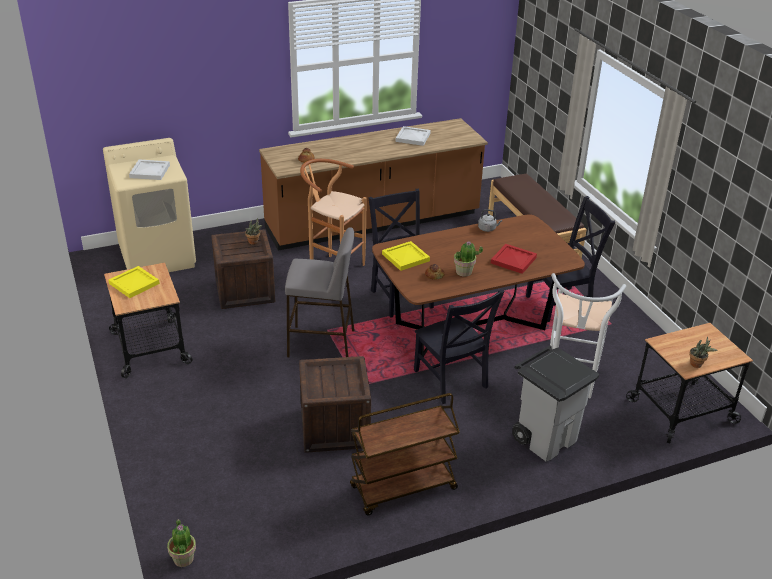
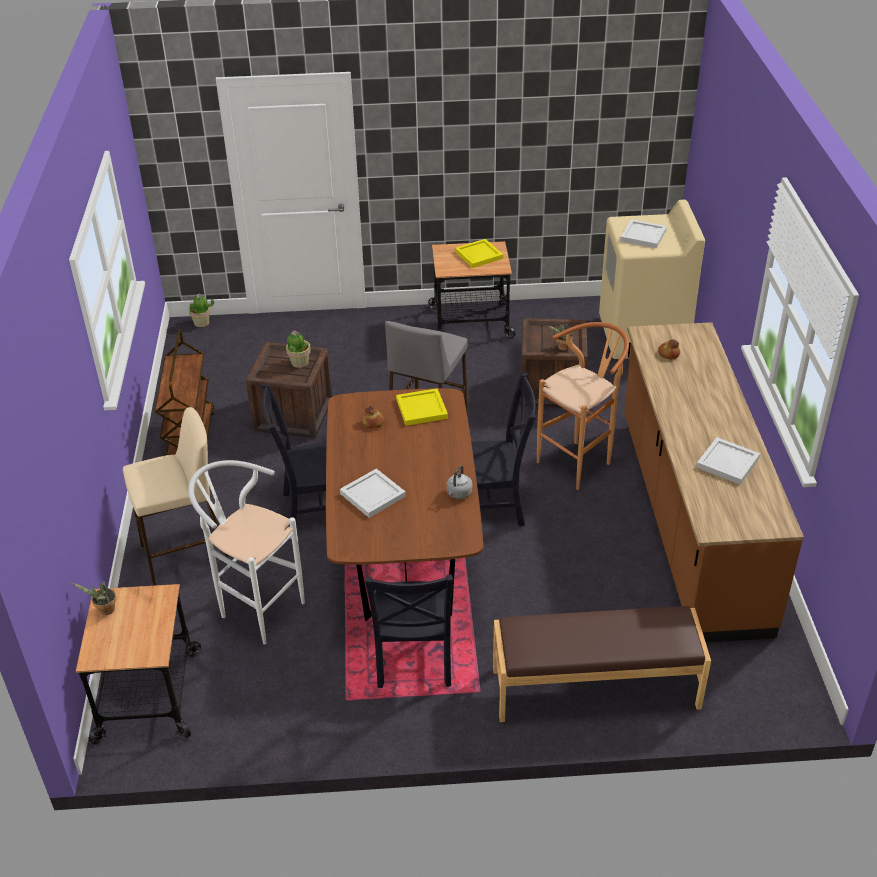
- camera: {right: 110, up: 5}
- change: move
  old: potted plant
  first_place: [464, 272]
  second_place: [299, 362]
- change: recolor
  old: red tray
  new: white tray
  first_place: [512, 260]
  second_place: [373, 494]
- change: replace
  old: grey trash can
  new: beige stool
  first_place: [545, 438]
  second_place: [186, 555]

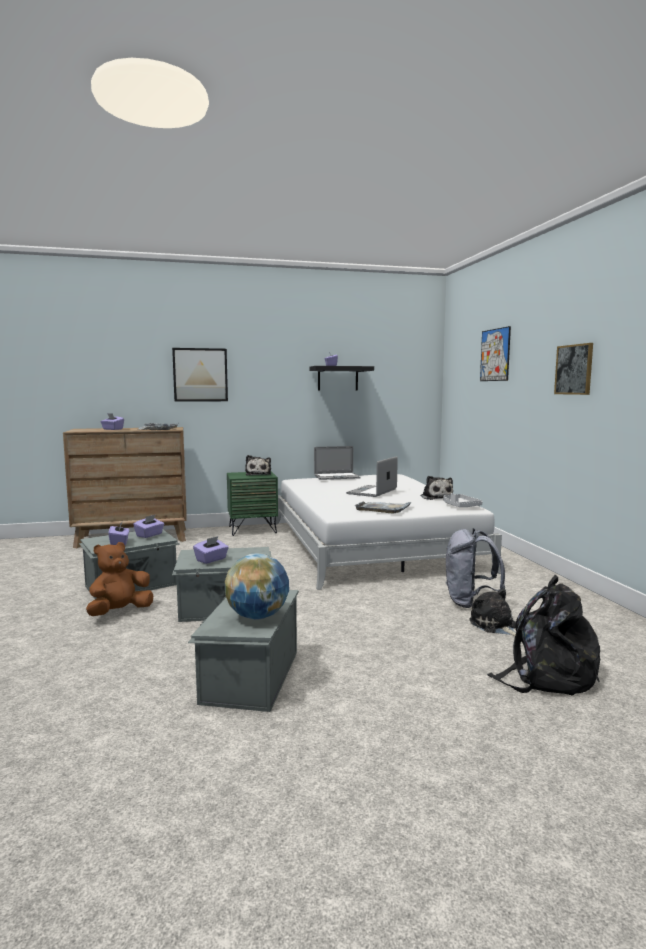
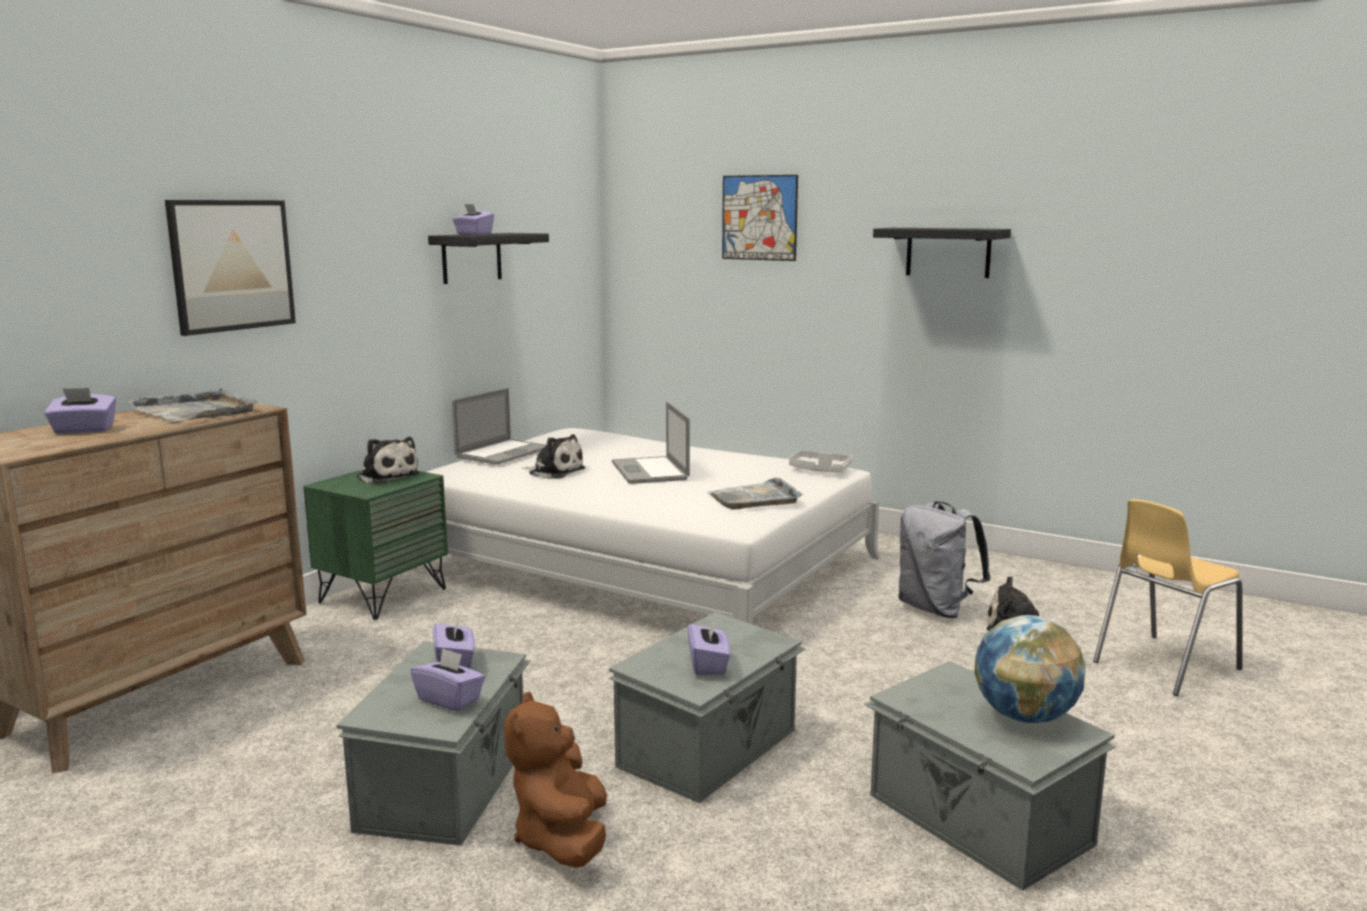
- camera: {right: -45, up: 5}
- change: replace
  old: picture
  new: black shelf
  first_place: [574, 369]
  second_place: [948, 252]
- change: move
  old: plush toy
  first_place: [436, 497]
  second_place: [554, 472]
- change: replace
  old: black backpack
  new: yellow chair
  first_place: [546, 675]
  second_place: [1163, 665]

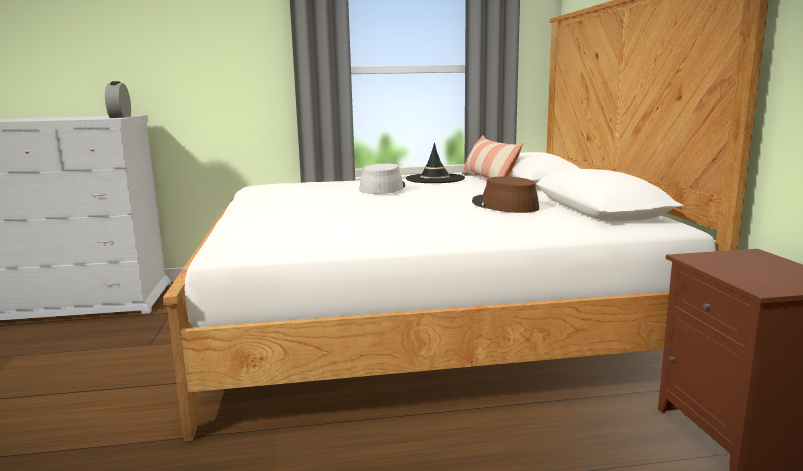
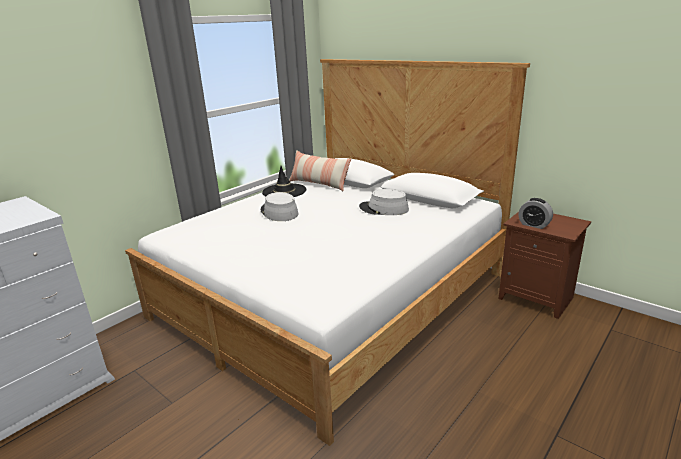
- camera: {right: -40, up: 10}
- change: move
  old: alarm clock
  first_place: [120, 117]
  second_place: [534, 225]
- change: recolor
  old: brown hat
  new: grey hat
  first_place: [504, 205]
  second_place: [383, 209]

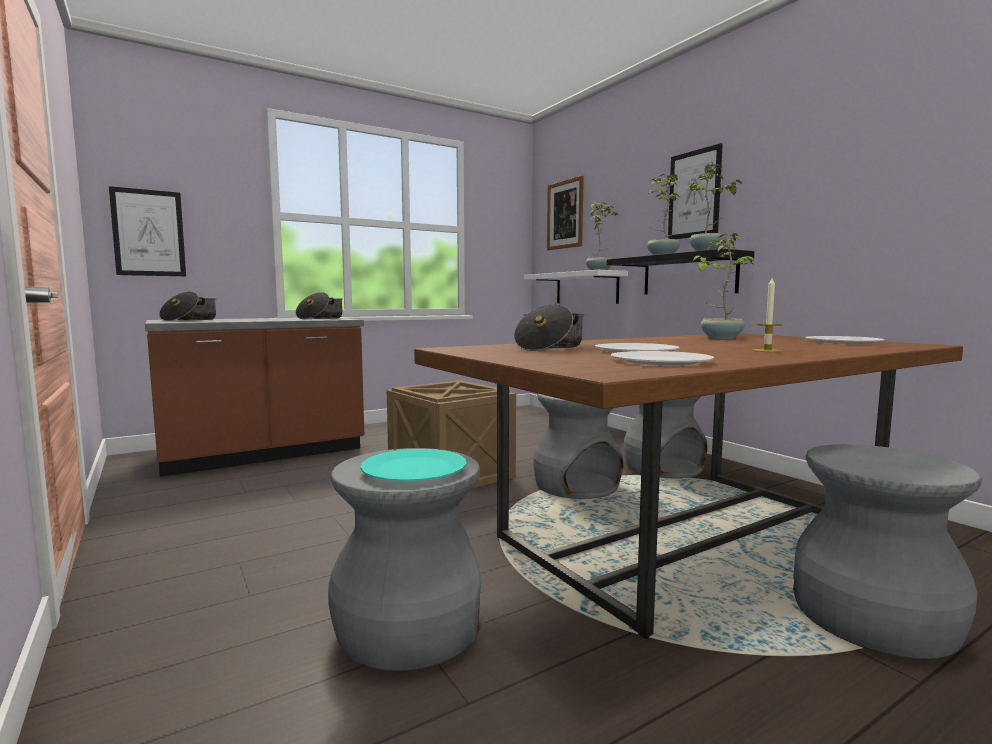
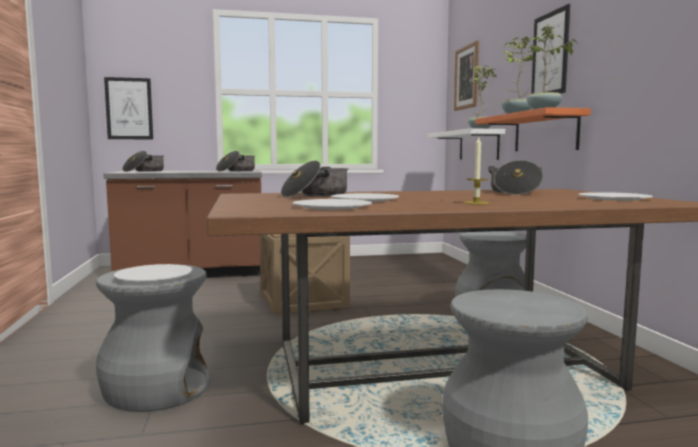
- camera: {right: 20, up: 0}
- change: replace
  old: potted plant
  new: cooking pot
  first_place: [720, 338]
  second_place: [514, 192]
- change: recolor
  old: black shelf
  new: orange shelf
  first_place: [688, 275]
  second_place: [545, 132]
- change: delete
  old: grey stool
  first_place: [576, 485]
- change: recolor
  old: turquoise plate
  new: white plate
  first_place: [414, 468]
  second_place: [154, 275]

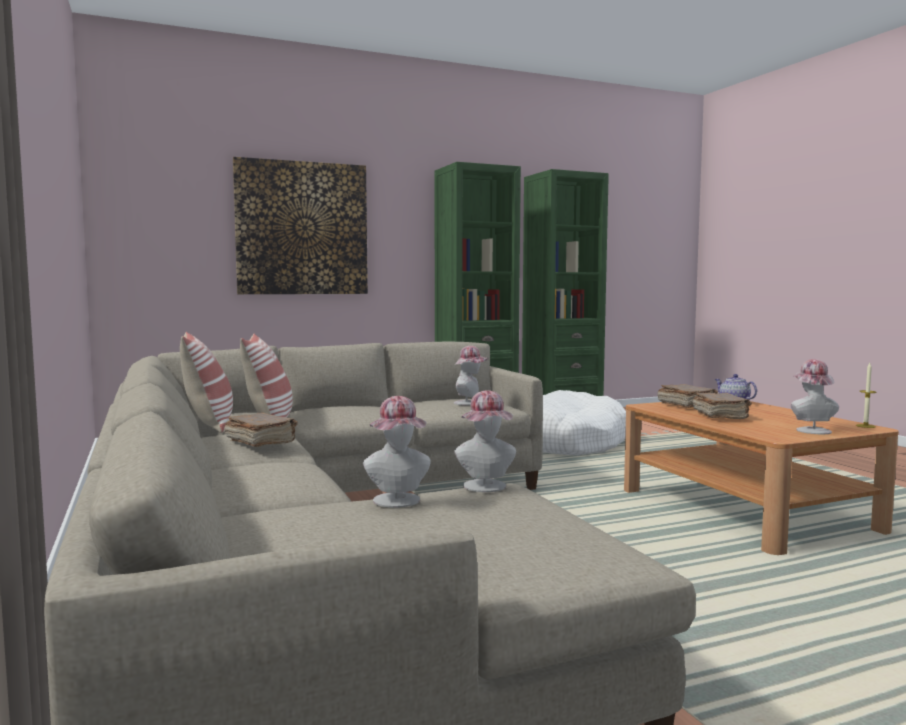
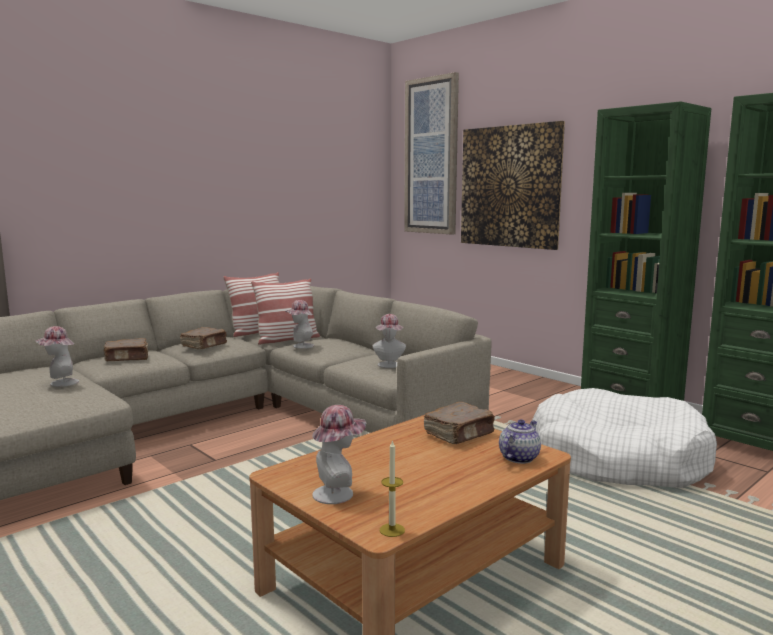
- camera: {right: 70, up: 5}
- change: move
  old: hat
  first_place: [486, 487]
  second_place: [301, 346]
- change: move
  old: brown book
  first_place: [720, 416]
  second_place: [127, 358]
- change: insert
  new: picture
  second_place: [431, 156]

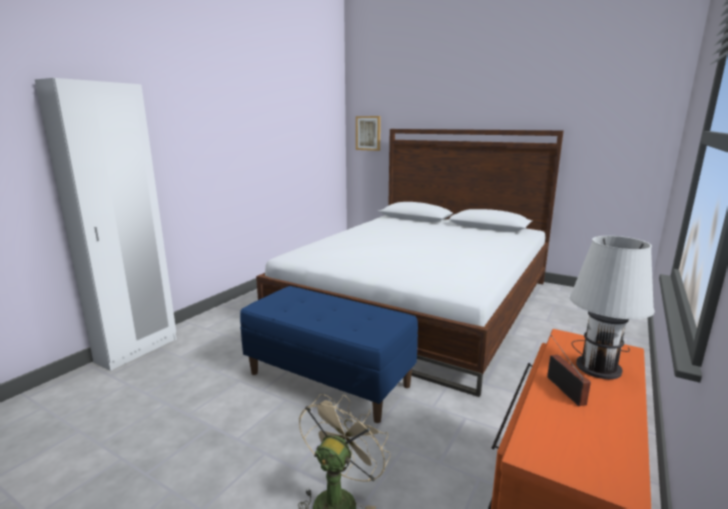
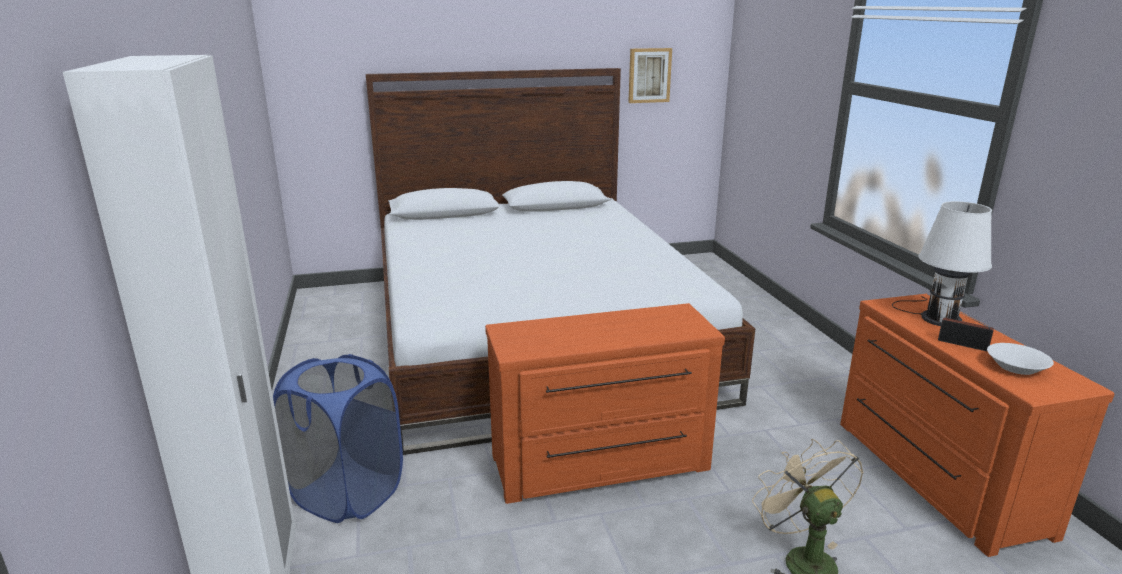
- camera: {right: -45, up: 5}
- change: move
  old: picture
  first_place: [368, 133]
  second_place: [649, 75]
- change: replace
  old: blue bench
  new: orange dresser
  first_place: [329, 379]
  second_place: [601, 465]
- change: insert
  new: white bowl
  second_place: [1016, 367]
- change: insert
  new: blue laundry basket
  second_place: [347, 494]

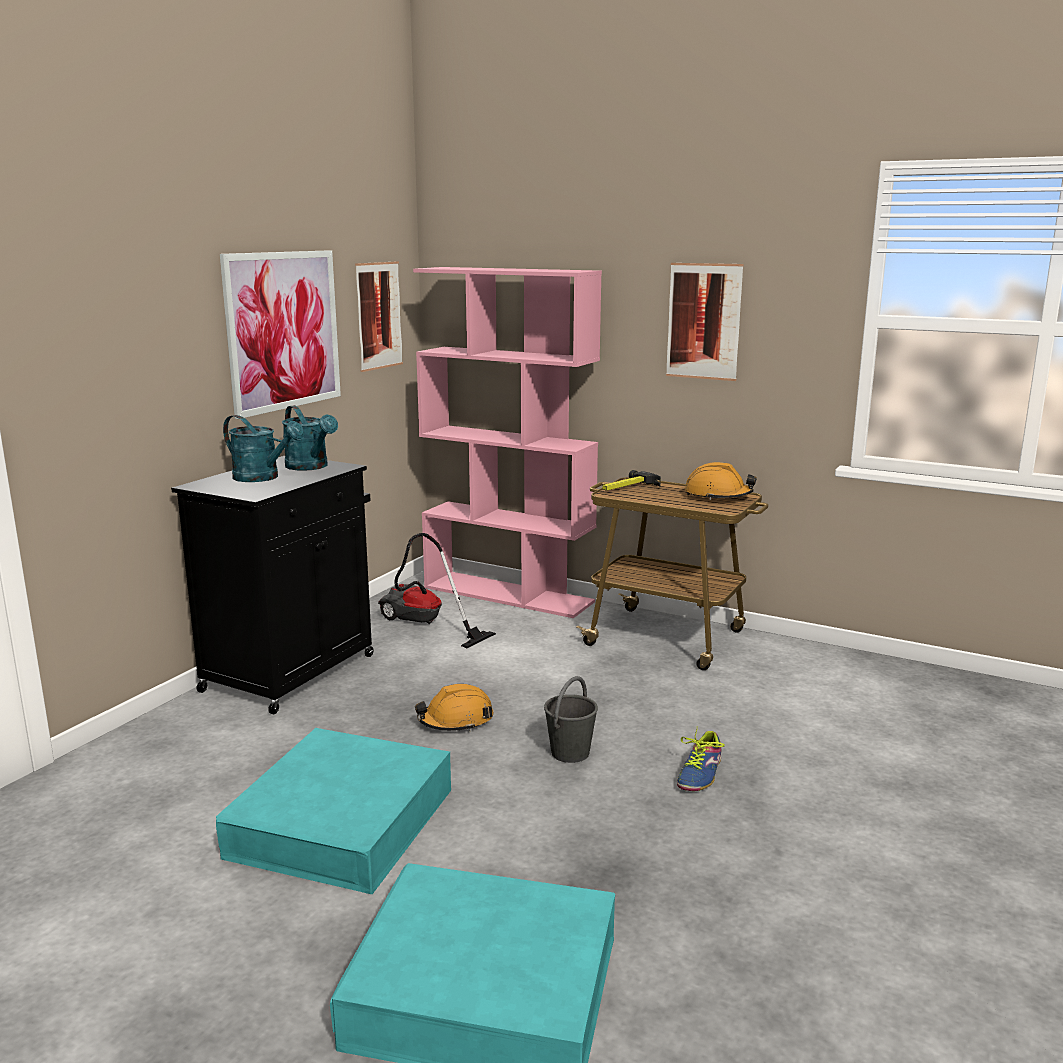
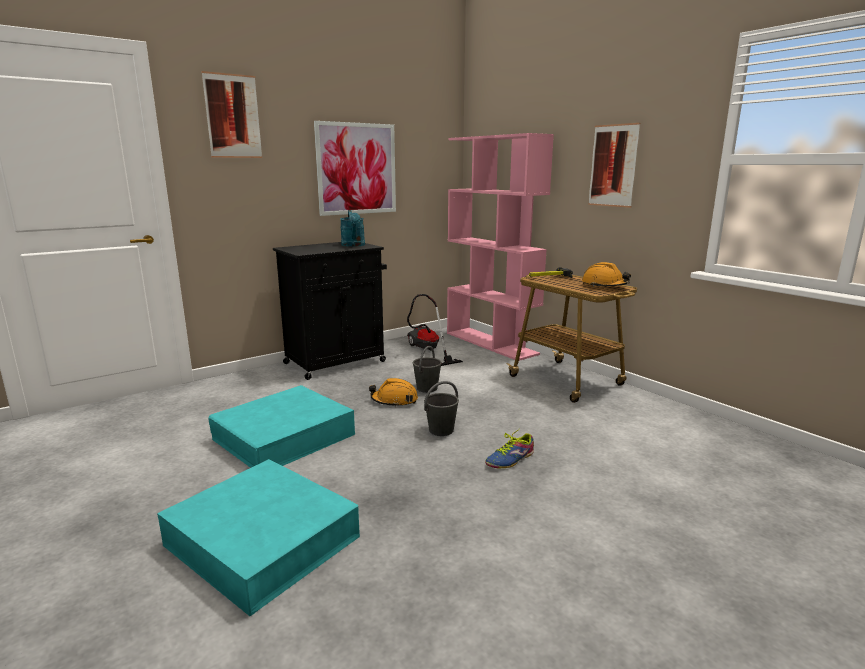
- camera: {right: 25, up: 0}
- change: move
  old: picture
  first_place: [379, 315]
  second_place: [233, 116]
- change: delete
  old: turquoise watering can
  first_place: [263, 478]
- change: insert
  new: grey bucket
  second_place: [427, 388]

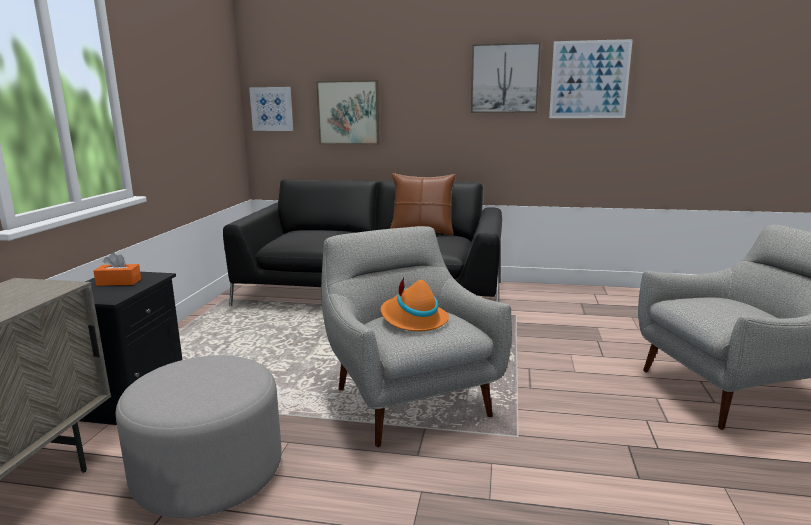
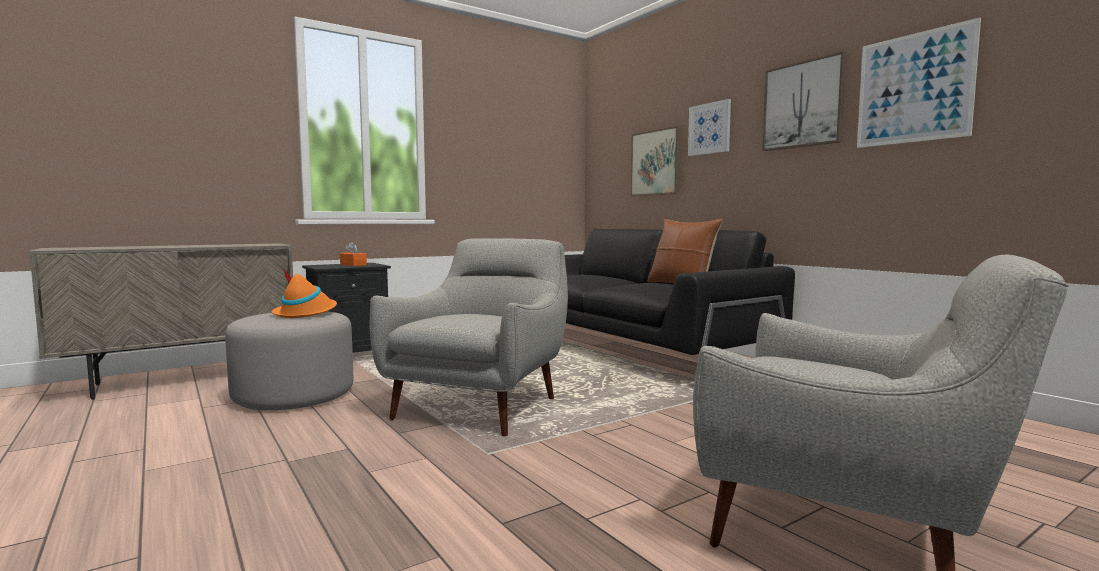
- camera: {right: 45, up: -10}
- change: move
  old: picture
  first_place: [272, 109]
  second_place: [709, 128]
- change: move
  old: orange hat
  first_place: [412, 320]
  second_place: [306, 313]

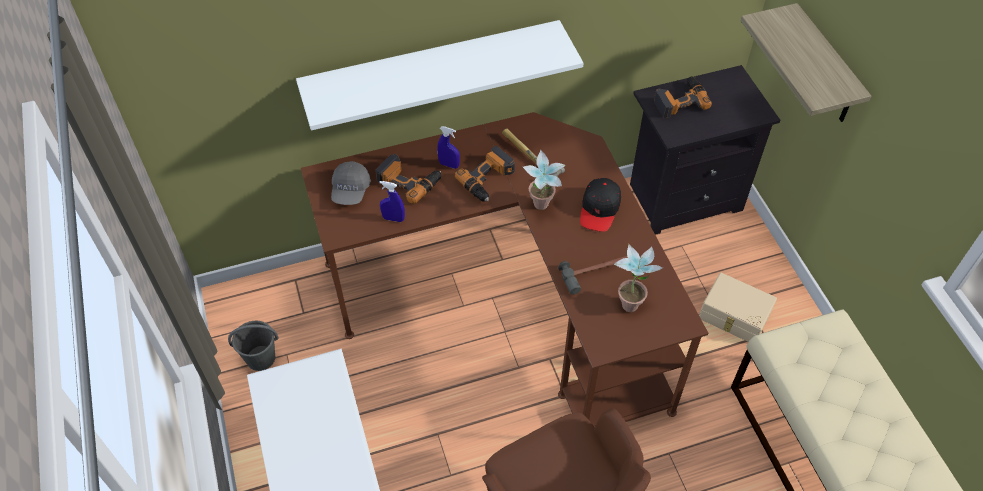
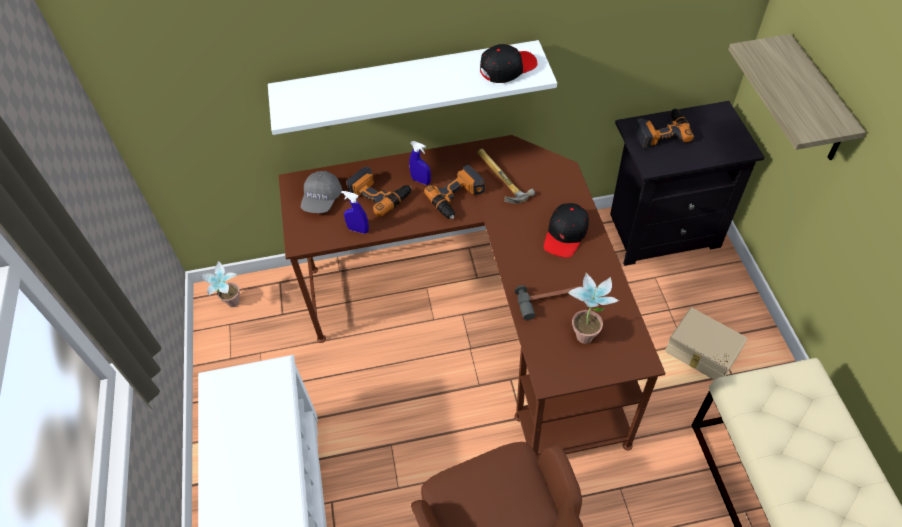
- camera: {right: 10, up: 0}
- change: move
  old: potted plant
  first_place: [541, 208]
  second_place: [232, 306]
- change: delete
  old: grey bucket
  first_place: [260, 358]
- change: insert
  new: black cap
  second_place: [507, 68]

